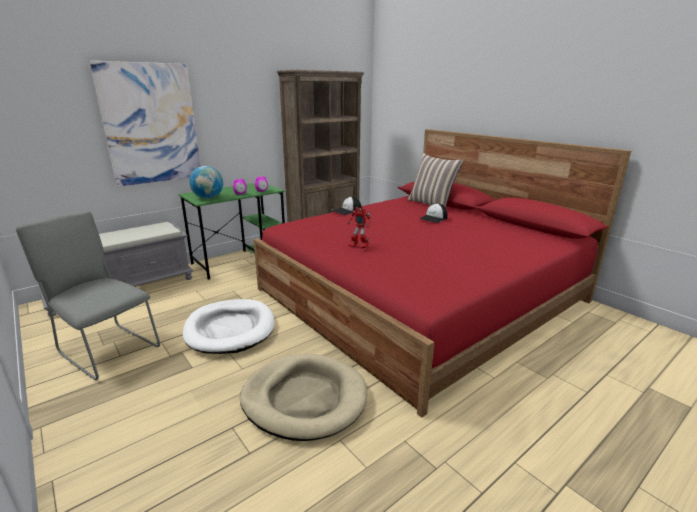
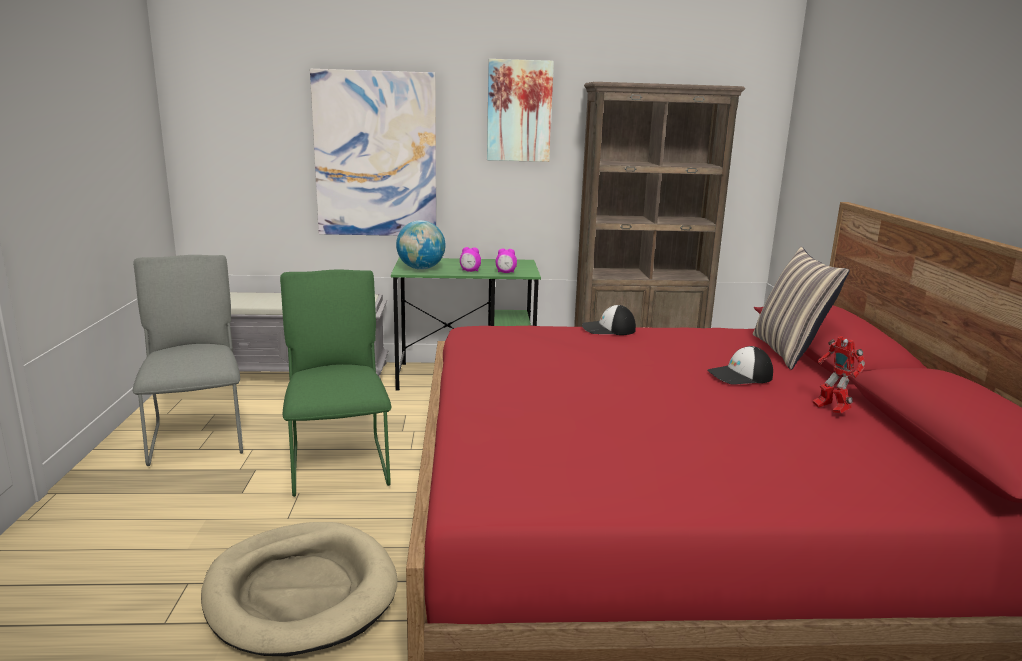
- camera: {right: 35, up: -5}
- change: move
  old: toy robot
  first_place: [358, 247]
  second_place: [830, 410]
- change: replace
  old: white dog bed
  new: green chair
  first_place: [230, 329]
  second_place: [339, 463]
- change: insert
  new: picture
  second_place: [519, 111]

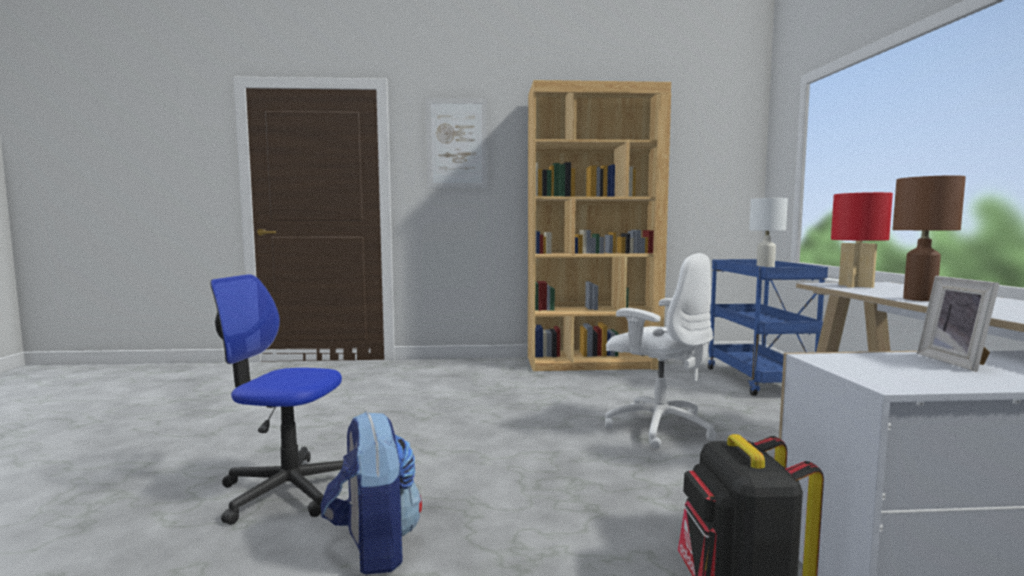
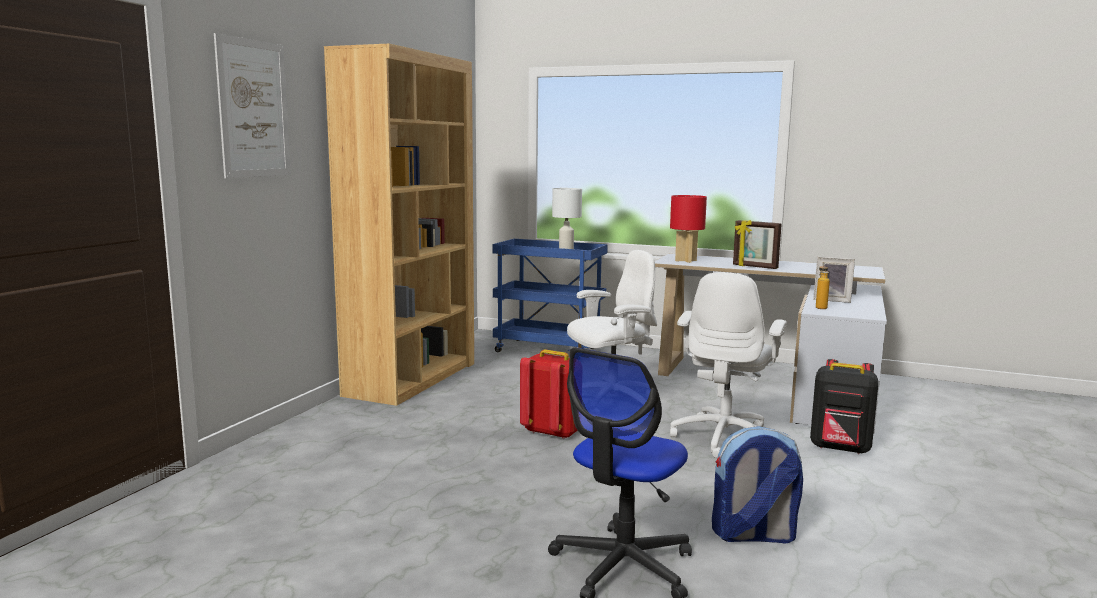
- camera: {right: -65, up: 5}
- change: replace
  old: brown table lamp
  new: picture frame
  first_place: [920, 299]
  second_place: [754, 267]
- change: insert
  new: bottle
  second_place: [820, 307]
- change: insert
  new: white office chair
  second_place: [724, 437]
- change: insert
  new: red backpack
  second_place: [552, 432]

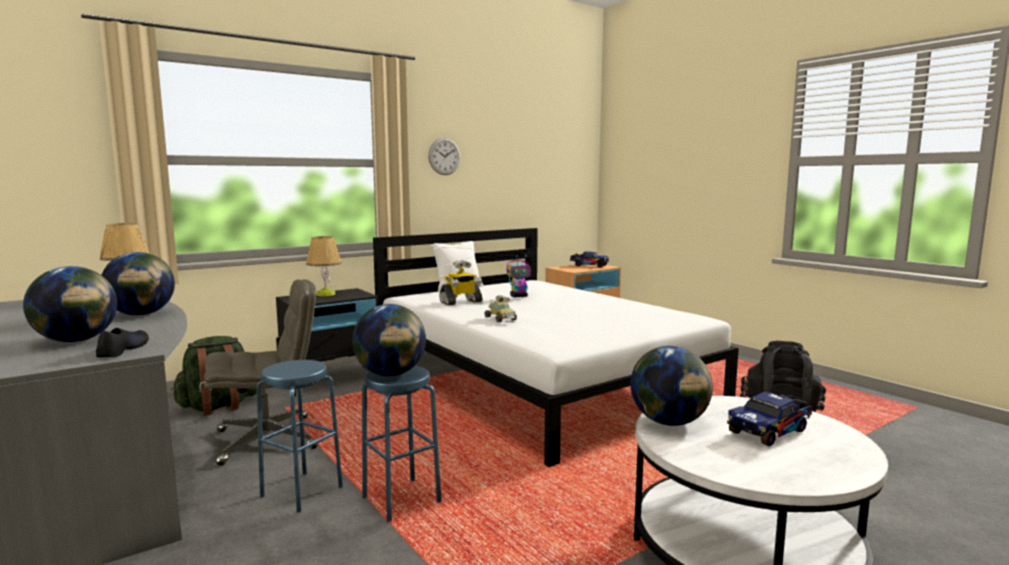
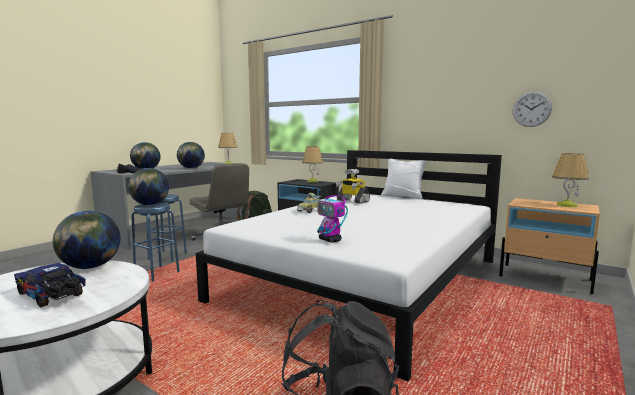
- camera: {right: 70, up: 0}
- change: move
  old: wall clock
  first_place: [444, 156]
  second_place: [531, 109]
- change: replace
  old: toy truck
  new: table lamp
  first_place: [588, 266]
  second_place: [566, 205]
- change: move
  old: toy robot
  first_place: [519, 296]
  second_place: [330, 240]

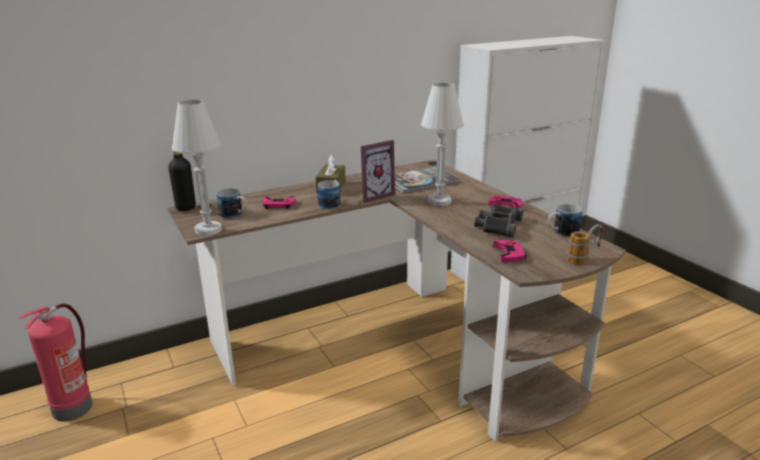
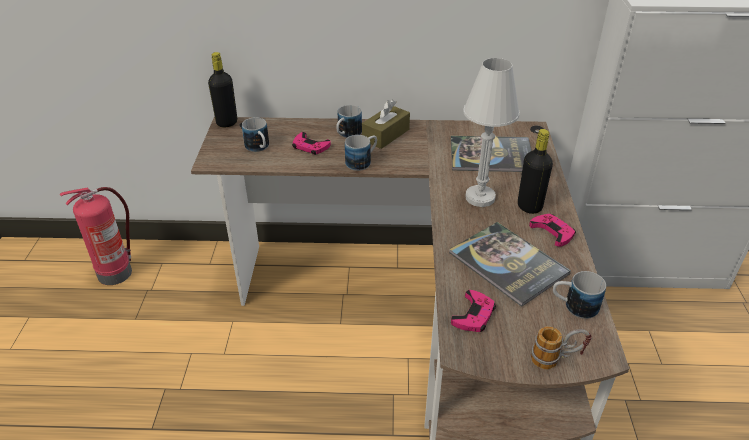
- camera: {right: 30, up: 15}
- change: delete
  old: white table lamp
  first_place: [208, 230]
- change: delete
  old: picture frame
  first_place: [373, 195]
- change: replace
  old: black binoculars
  new: book
  first_place: [498, 226]
  second_place: [508, 263]
- change: insert
  new: mug
  second_place: [347, 135]
- change: insert
  new: black bottle
  second_place: [529, 206]

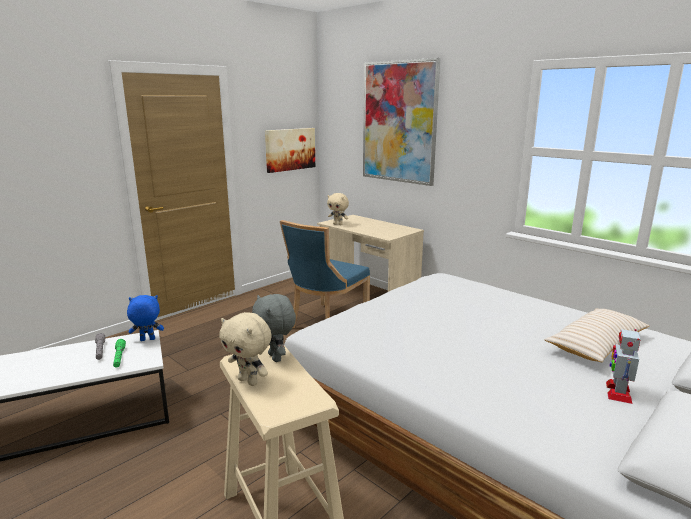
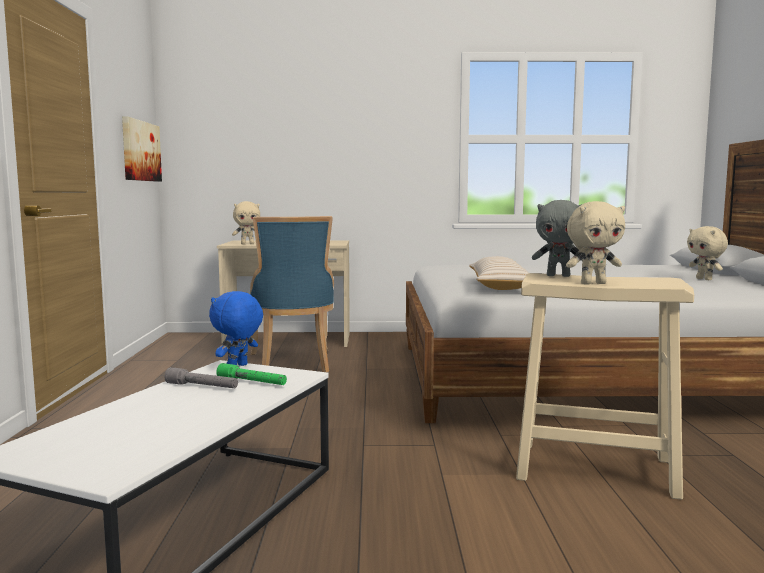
- camera: {right: -45, up: -10}
- change: delete
  old: picture
  first_place: [399, 122]
- change: move
  old: beige pillow
  first_place: [596, 344]
  second_place: [500, 286]
- change: replace
  old: toy robot
  new: beige plush toy
  first_place: [618, 392]
  second_place: [705, 279]

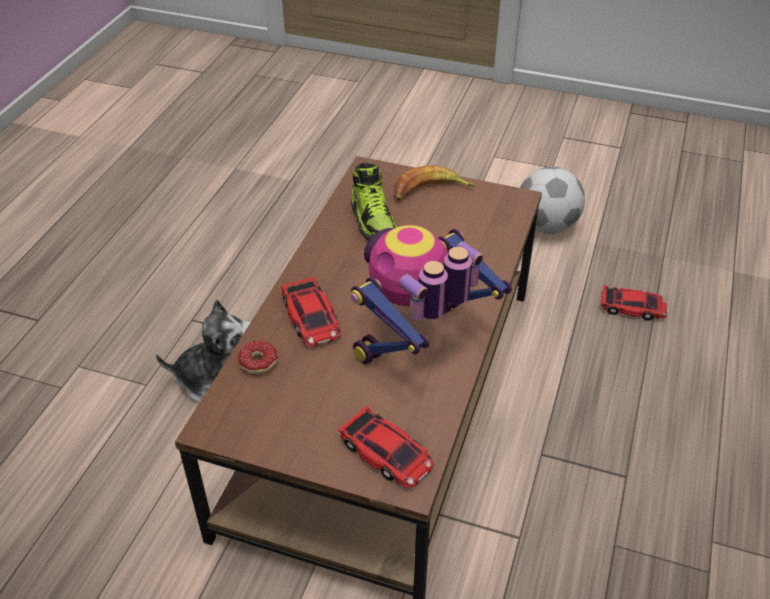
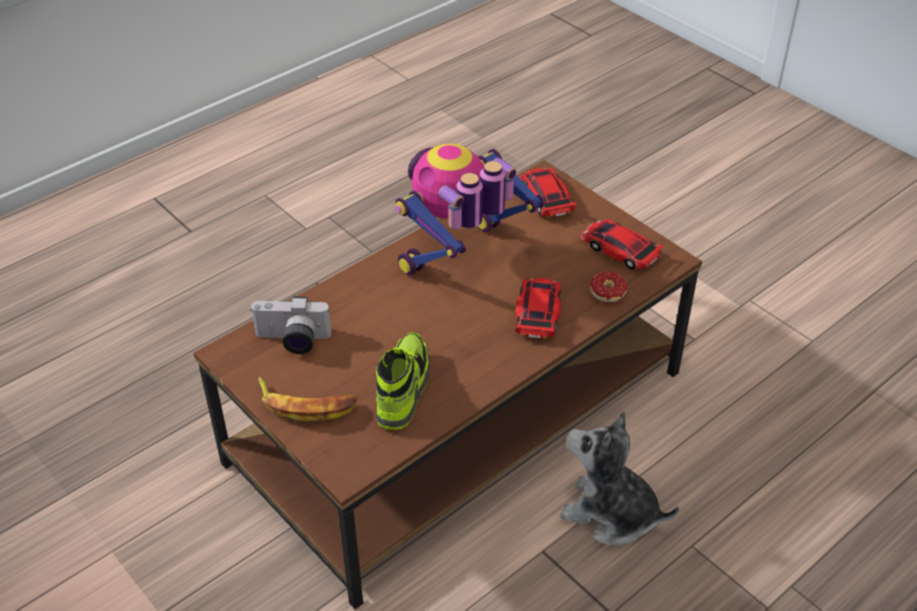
- camera: {right: -150, up: 0}
- change: delete
  old: football
  first_place: [546, 226]
- change: rotate
  old: toy robot
  first_place: [419, 342]
  second_place: [460, 257]
  degrees: 150
- change: move
  old: toy car
  first_place: [632, 307]
  second_place: [619, 249]
- change: insert
  new: photo camera
  second_place: [292, 341]

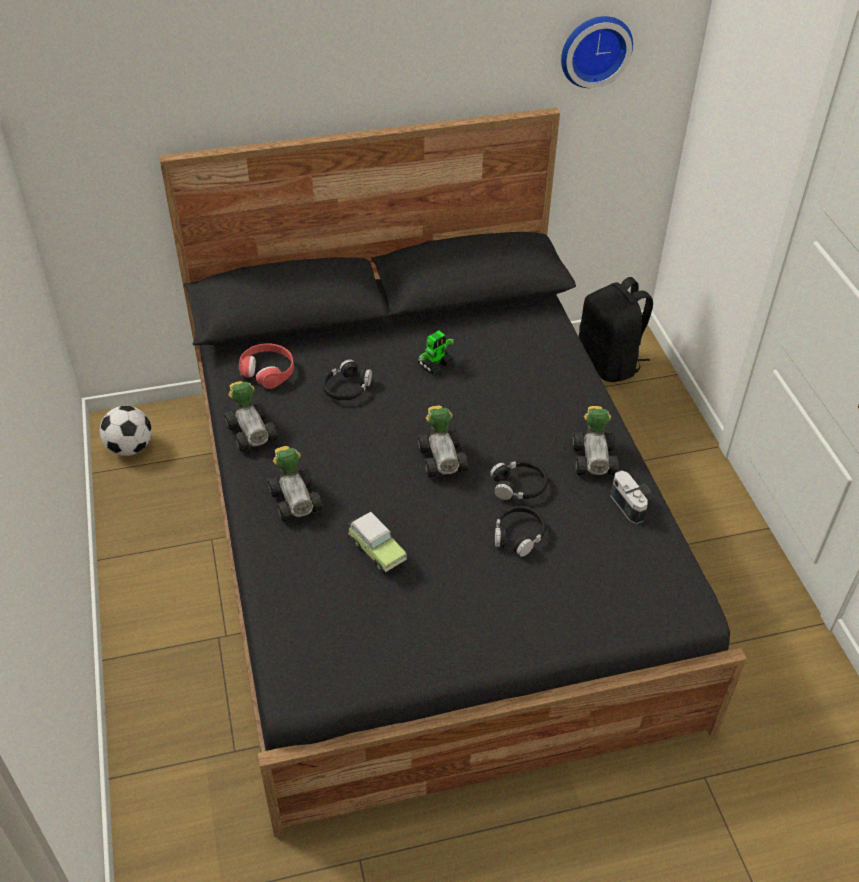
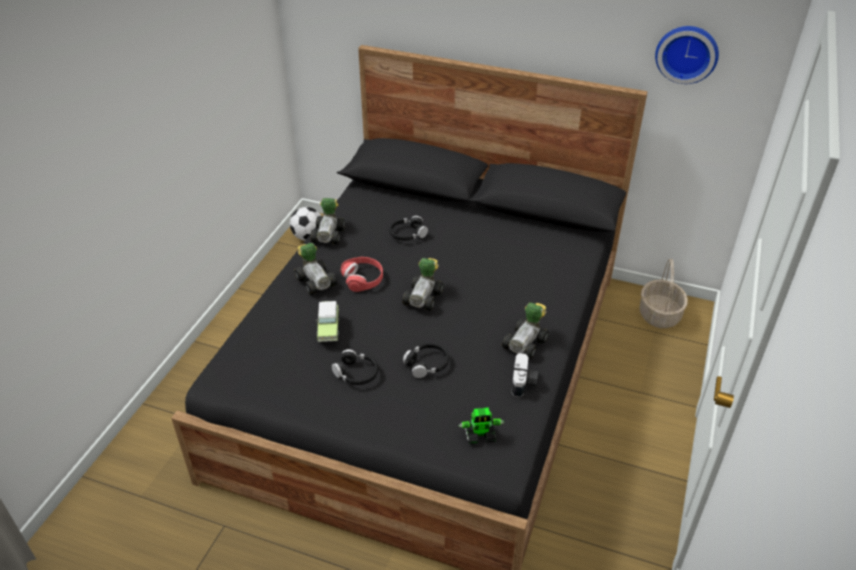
- camera: {right: 35, up: -5}
- change: replace
  old: black backpack
  new: basket
  first_place: [609, 363]
  second_place: [659, 315]
- change: move
  old: toy robot
  first_place: [436, 364]
  second_place: [480, 435]
- change: move
  old: red headphones
  first_place: [268, 371]
  second_place: [363, 278]
- change: rotate
  old: toy car
  first_place: [295, 498]
  second_place: [316, 280]
  degrees: -45
- change: move
  old: black headphones
  first_place: [519, 486]
  second_place: [356, 373]

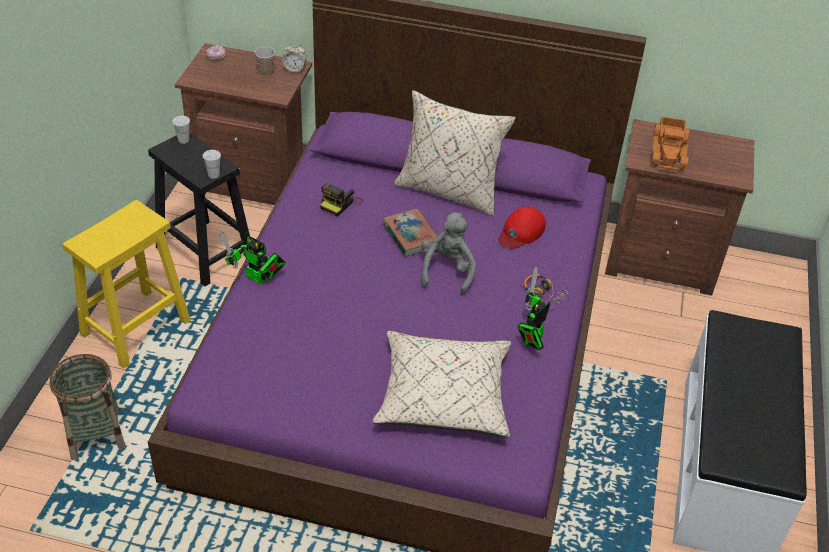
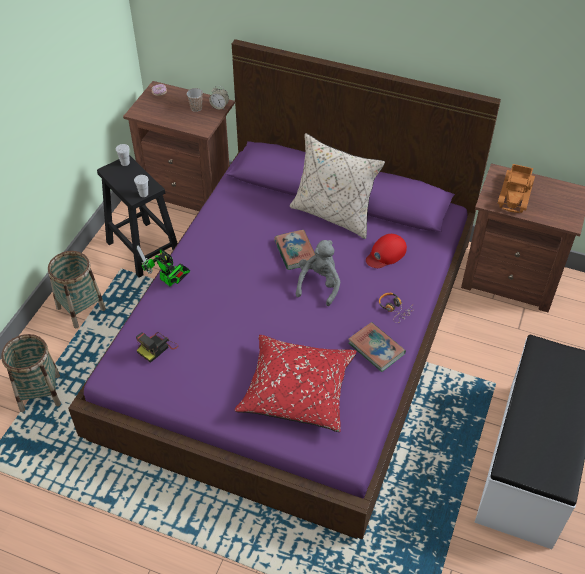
- camera: {right: 10, up: 5}
- change: move
  old: photo camera
  first_place: [340, 203]
  second_place: [157, 348]
- change: replace
  old: yellow stool
  new: basket
  first_place: [134, 329]
  second_place: [81, 309]
- change: replace
  old: toy robot
  new: book
  first_place: [531, 340]
  second_place: [376, 349]
- change: recolor
  old: beige pillow
  new: red pillow
  first_place: [443, 395]
  second_place: [297, 390]

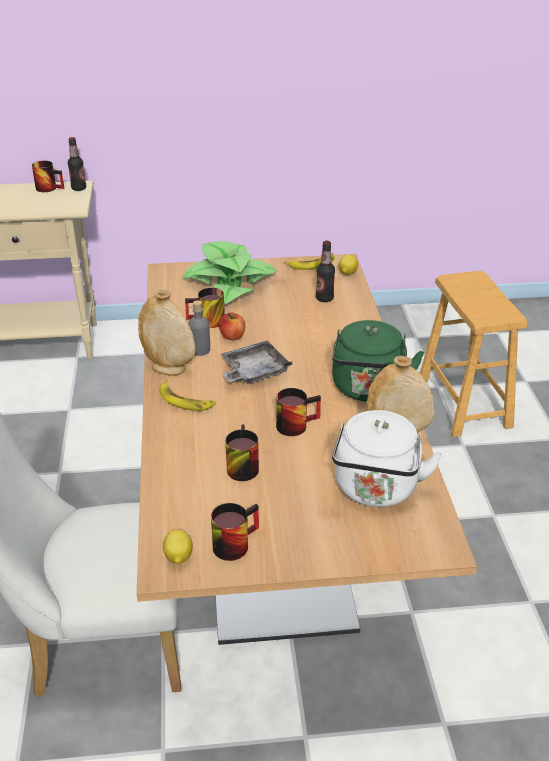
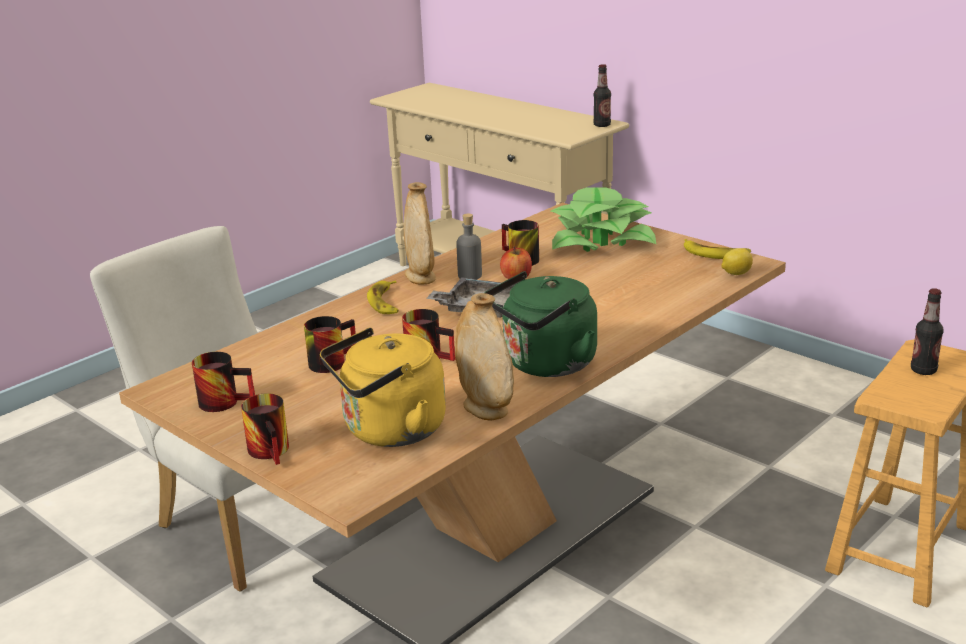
- camera: {right: 50, up: -10}
- change: move
  old: mug
  first_place: [50, 188]
  second_place: [274, 451]
- change: move
  old: bottle
  first_place: [324, 298]
  second_place: [923, 370]
- change: recolor
  old: white kettle
  new: yellow kettle
  first_place: [376, 490]
  second_place: [389, 431]
- change: delete
  old: lemon
  first_place: [178, 557]

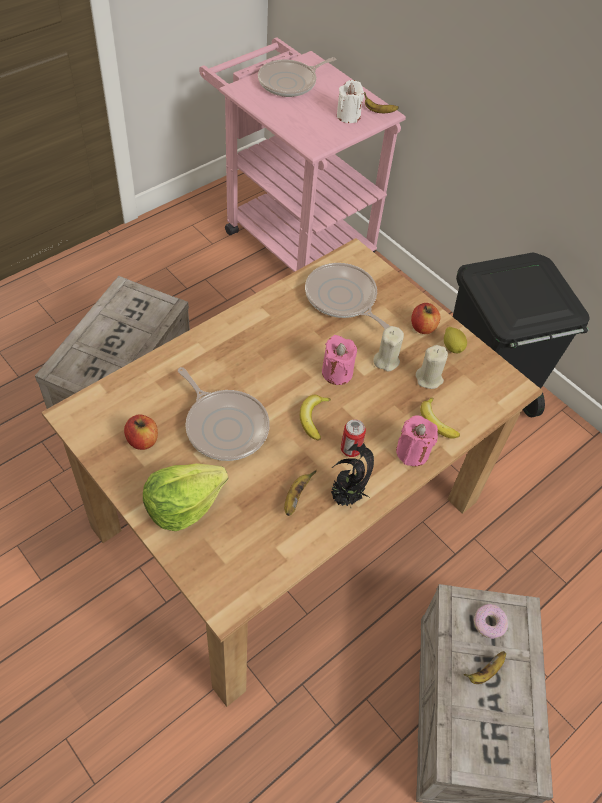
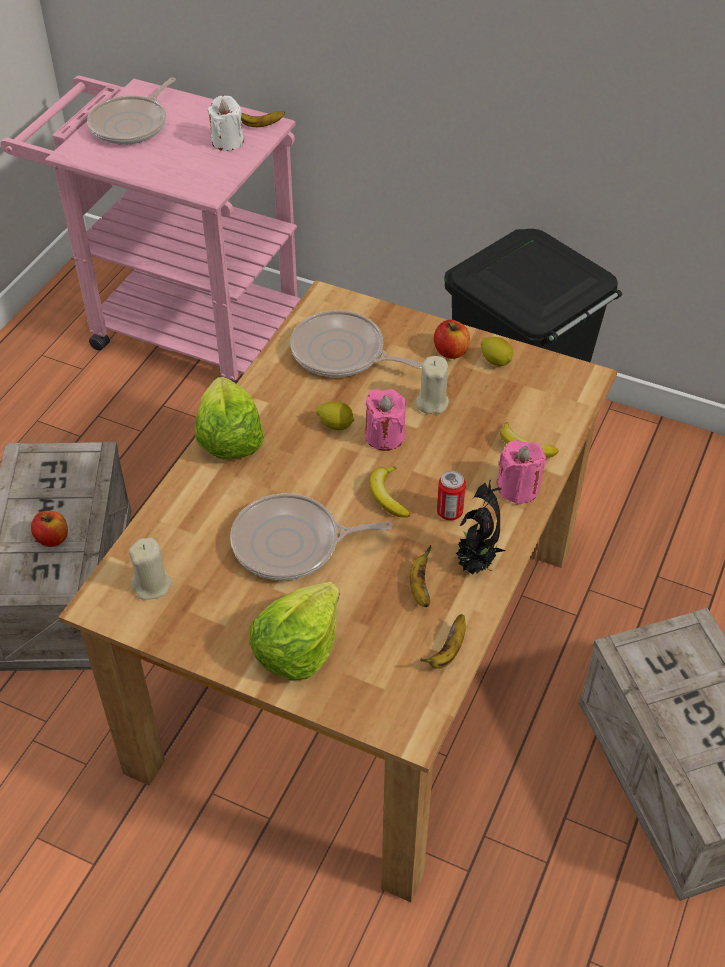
- camera: {right: -20, up: -5}
- change: move
  old: beige candle
  first_place: [429, 379]
  second_place: [152, 585]
- change: rotate
  old: frying pan
  first_place: [224, 426]
  second_place: [292, 544]
  degrees: 150
- change: move
  old: apple
  first_place: [143, 440]
  second_place: [52, 538]
- change: delete
  old: donut
  first_place: [489, 623]
- change: move
  old: banana
  first_place: [485, 672]
  second_place: [448, 652]
- change: insert
  new: lettuce
  second_place: [229, 438]
- change: insert
  new: lemon
  second_place: [336, 425]

